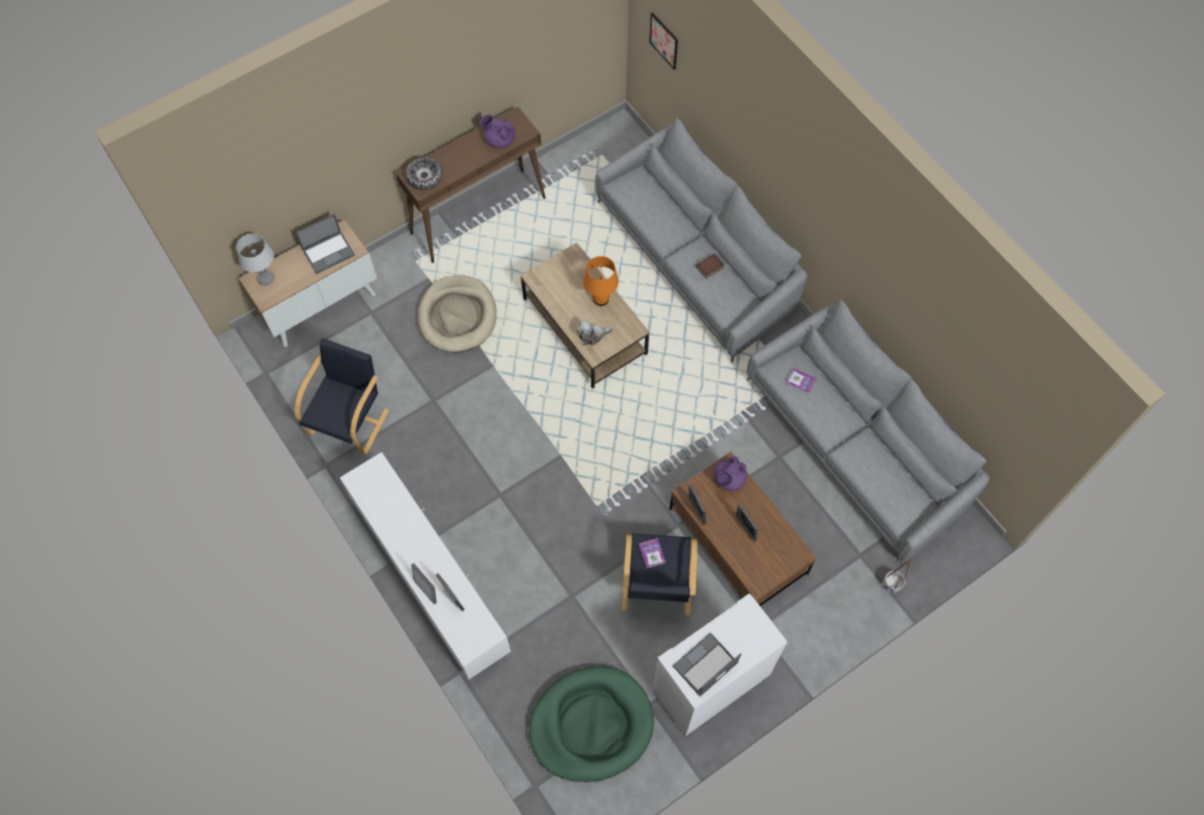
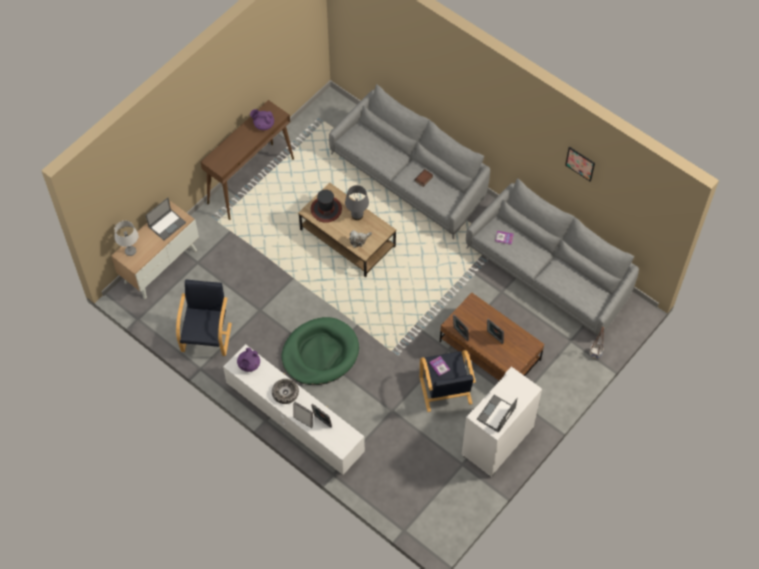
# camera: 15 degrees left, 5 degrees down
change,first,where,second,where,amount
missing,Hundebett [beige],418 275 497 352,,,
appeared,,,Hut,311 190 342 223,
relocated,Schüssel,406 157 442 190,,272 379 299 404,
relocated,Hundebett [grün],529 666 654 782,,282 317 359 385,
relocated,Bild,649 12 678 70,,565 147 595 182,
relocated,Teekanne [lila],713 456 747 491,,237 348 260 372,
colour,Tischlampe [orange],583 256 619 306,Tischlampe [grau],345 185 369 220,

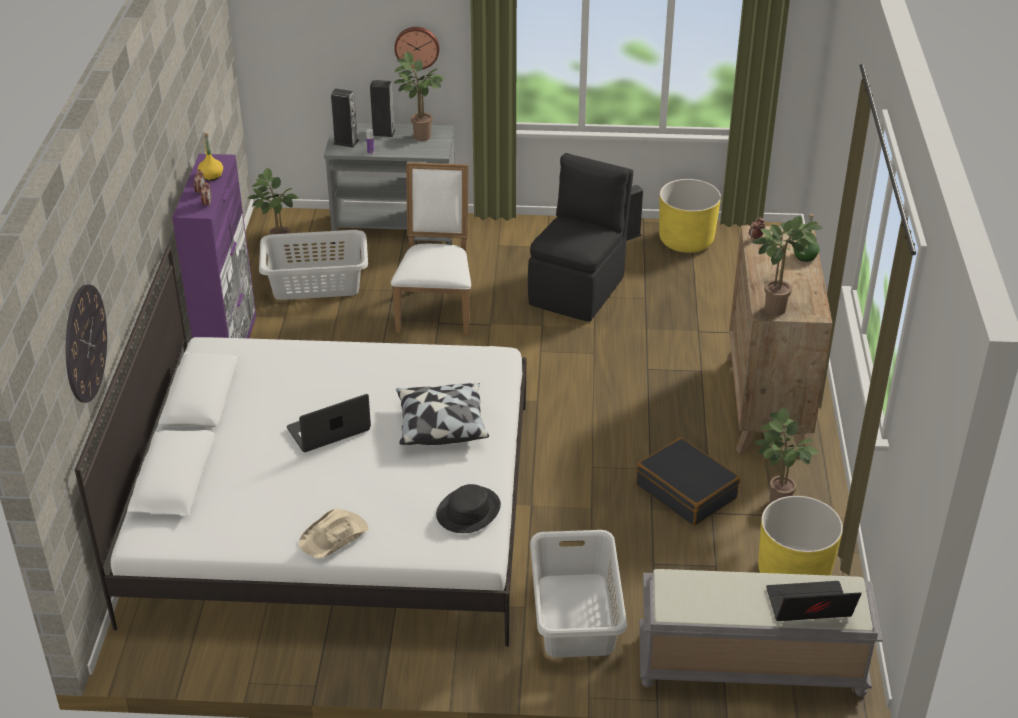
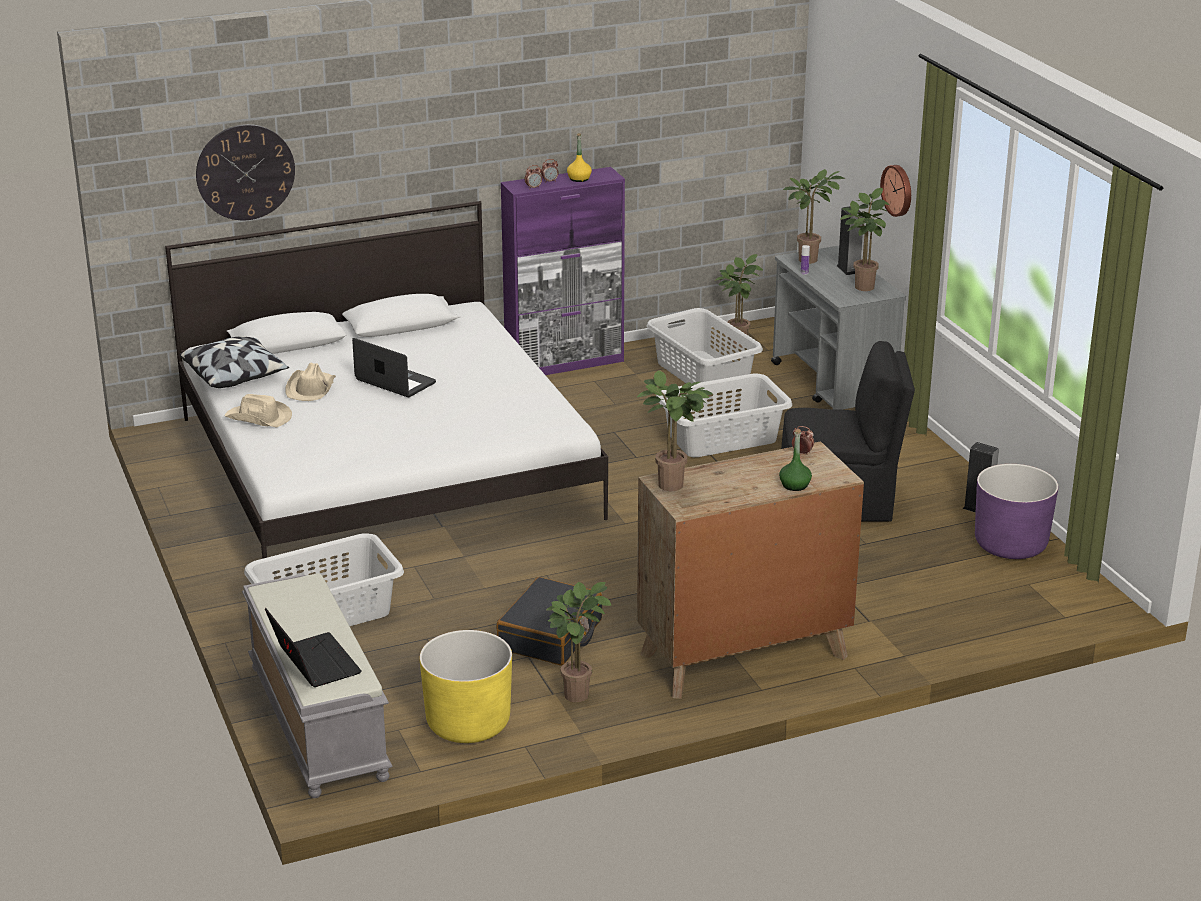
# camera: 65 degrees right, 10 degrees down
change,first,where,second,where,amount
missing,Hut [schwarz],436 484 501 533,,,
appeared,,,Hut [beige],285 363 336 401,
relocated,Kissen,396 383 489 445,,179 336 289 388,
exchanged,Lautsprecher,331 88 359 148,Topfpflanze,783 169 845 264,
exchanged,Stuhl [weiß],391 162 471 336,Wäschekorb [grau],656 374 792 457,
colour,Pflanzkübel [gelb],659 179 721 253,Pflanzkübel [lila],975 464 1058 559,

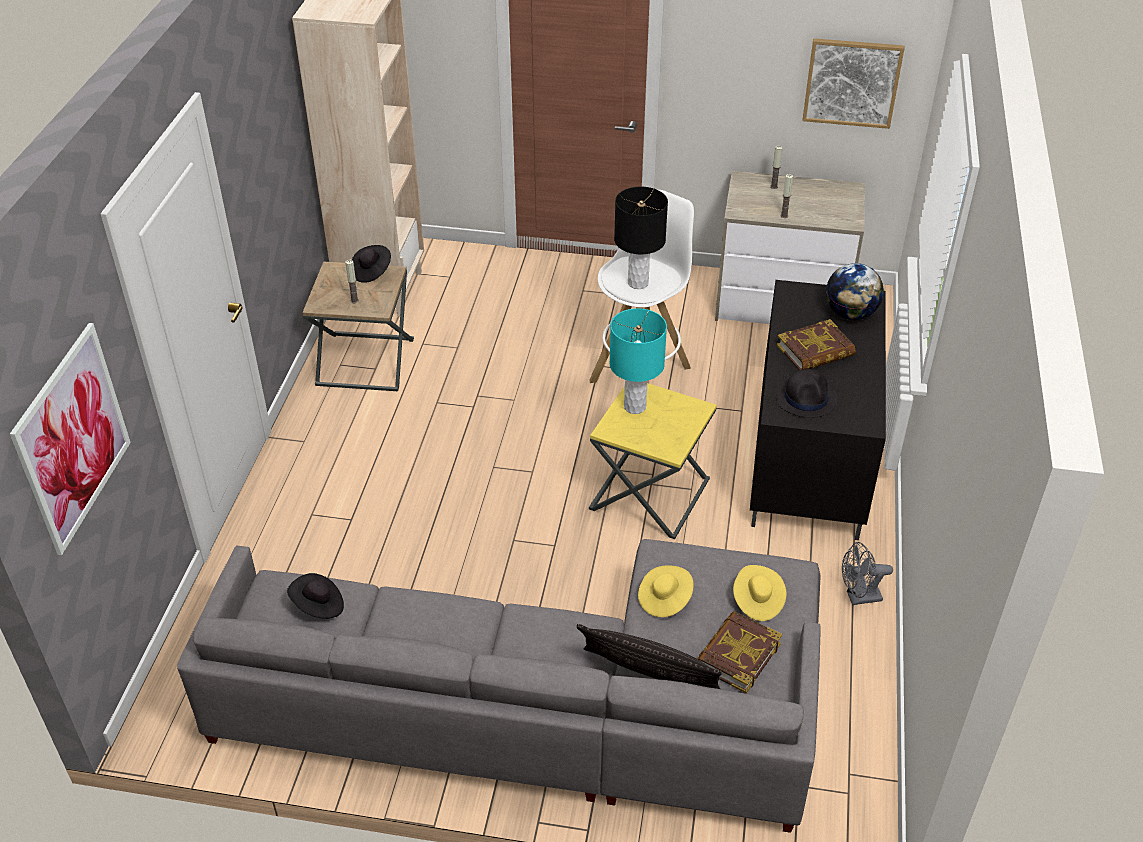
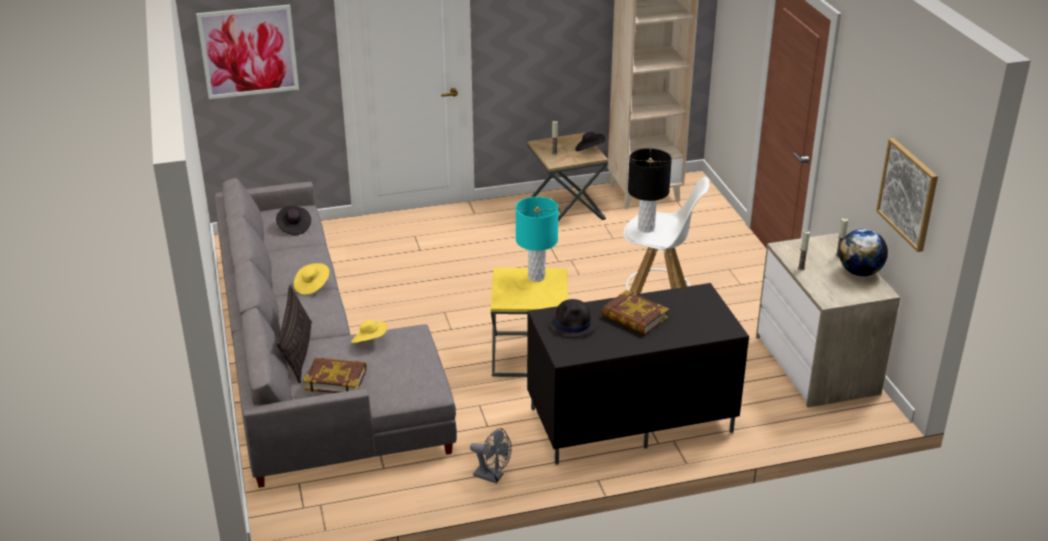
# camera: 65 degrees right, 10 degrees down
change,first,where,second,where,amount
relocated,Hut [gelb],733 565 787 621,,293 263 330 295,
relocated,Globus,826 263 884 320,,839 229 888 276,
spun,Ventilator [grau],842 542 893 605,,470 428 512 484,150 degrees clockwise

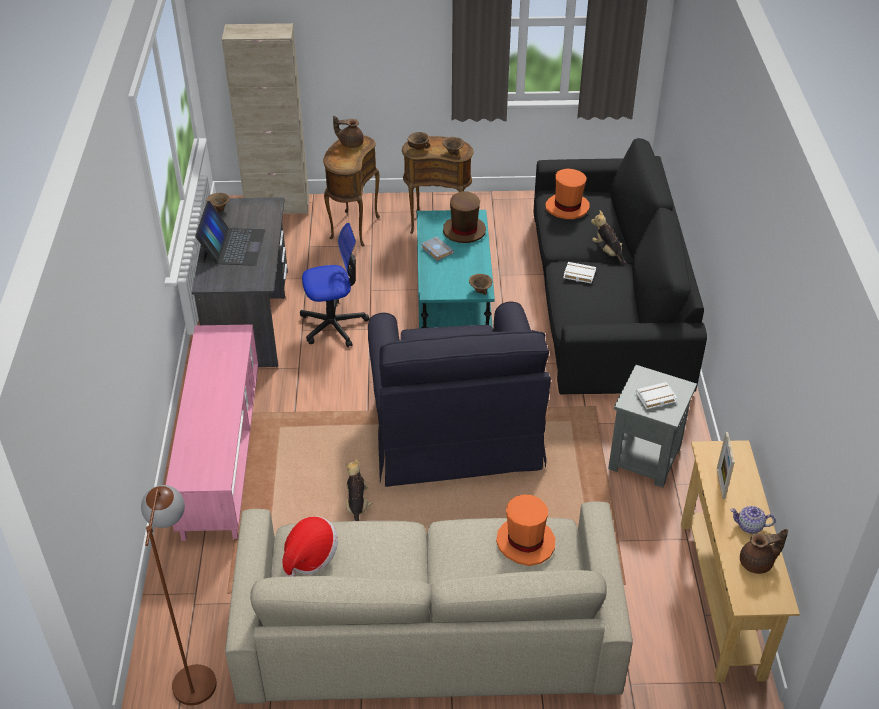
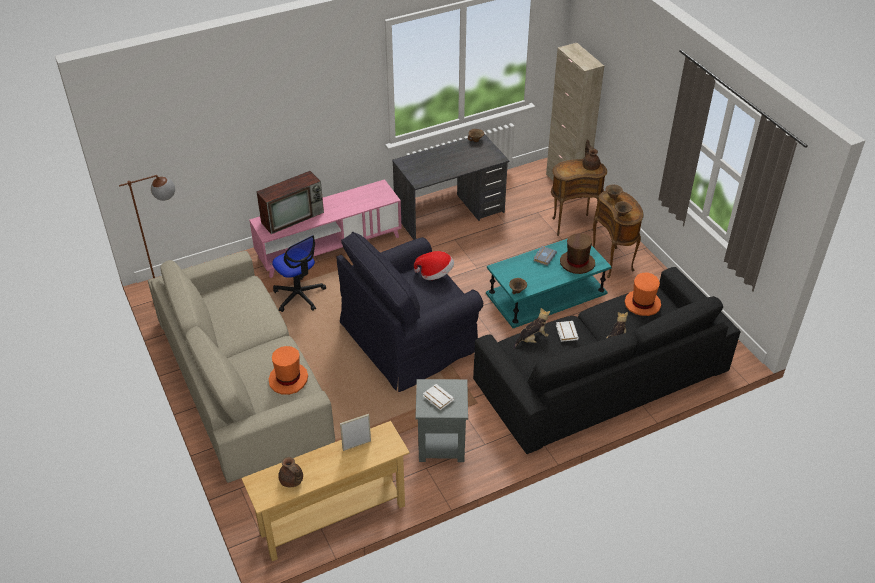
# camera: 65 degrees right, 0 degrees up
change,first,where,second,where,amount
missing,Laptop,195 201 265 266,,,
missing,Teekanne,731 506 776 534,,,
appeared,,,Fernseher,256 171 324 234,
relocated,Hut,282 516 338 577,,414 251 454 280,
relocated,Bürostuhl,300 223 369 347,,272 235 326 312,
relocated,Plüschtier,346 458 372 521,,514 308 550 349,

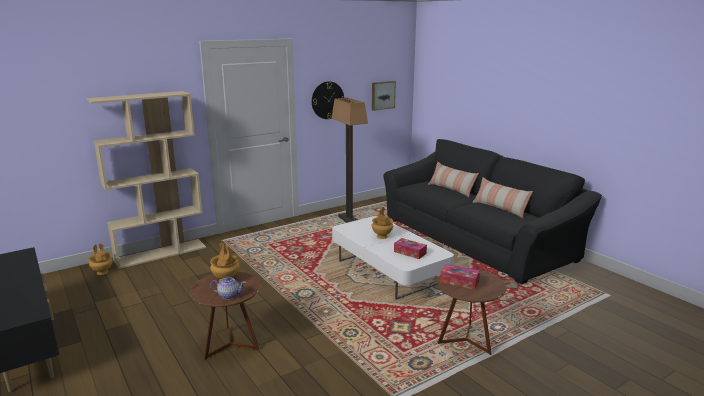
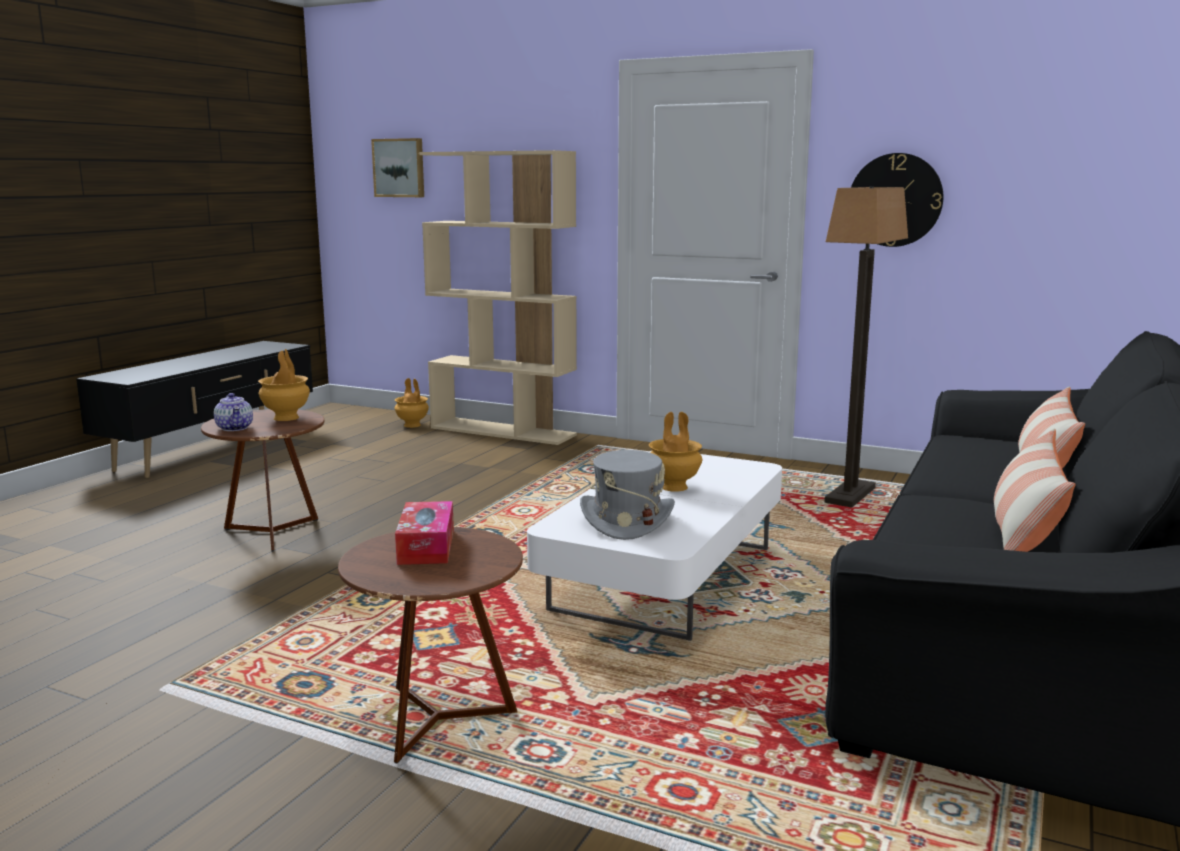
# camera: 60 degrees right, 5 degrees down
change,first,where,second,where,amount
relocated,Bild,372 81 396 111,,371 138 424 197,
exchanged,Taschentuchbox,394 238 427 259,Hut [grau],580 450 675 540,

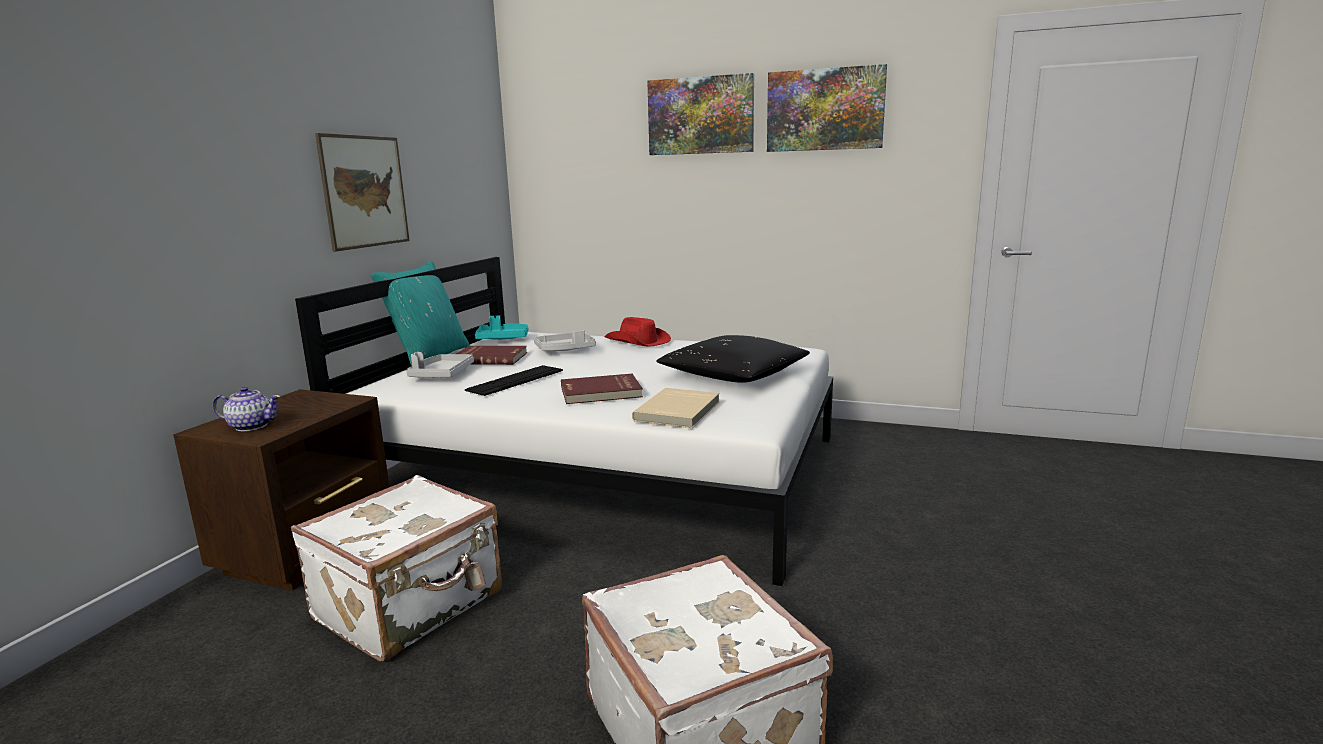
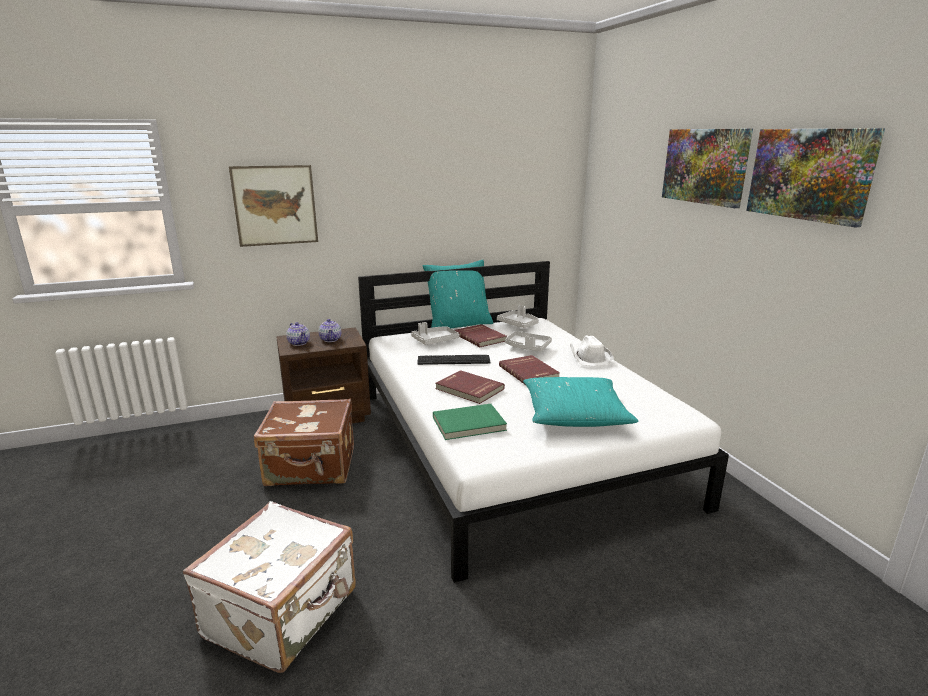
# camera: 50 degrees right, 5 degrees up
change,first,where,second,where,amount
appeared,,,Teekanne,318 319 341 342,
appeared,,,Buch [rot],499 355 560 384,
relocated,Bild,315 133 410 252,,229 165 318 247,
colour,Koffer [weiß],291 475 502 662,Koffer [braun],254 399 354 486,
colour,Tablett [türkis],475 315 528 340,Tablett [grau],497 305 539 328,
colour,Hut [rot],605 317 671 347,Hut [weiß],570 335 614 367,
colour,Buch [beige],632 388 720 428,Buch [grün],433 404 507 440,
colour,Kissen [schwarz],656 335 810 383,Kissen [türkis],523 377 639 427,

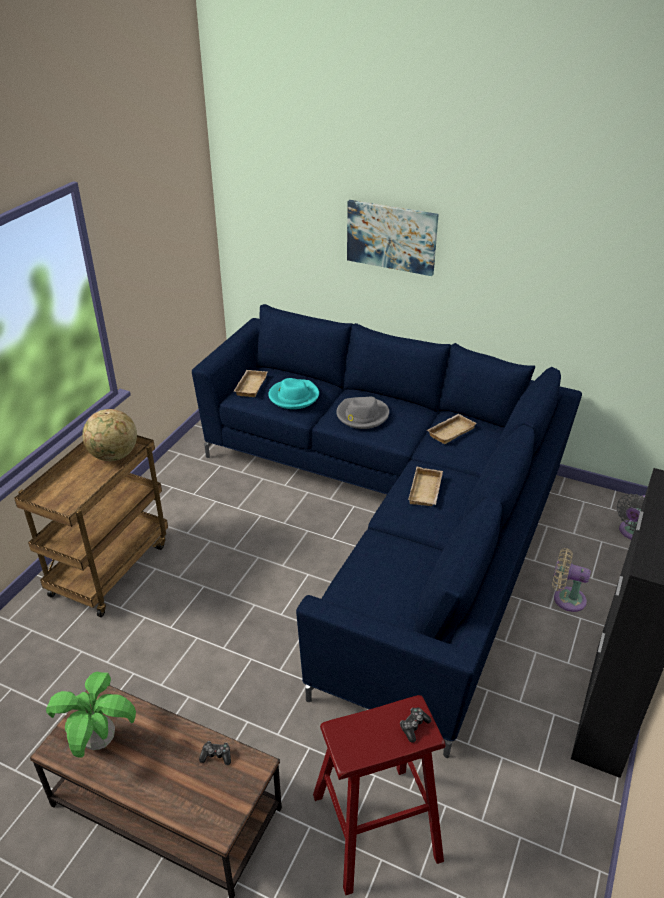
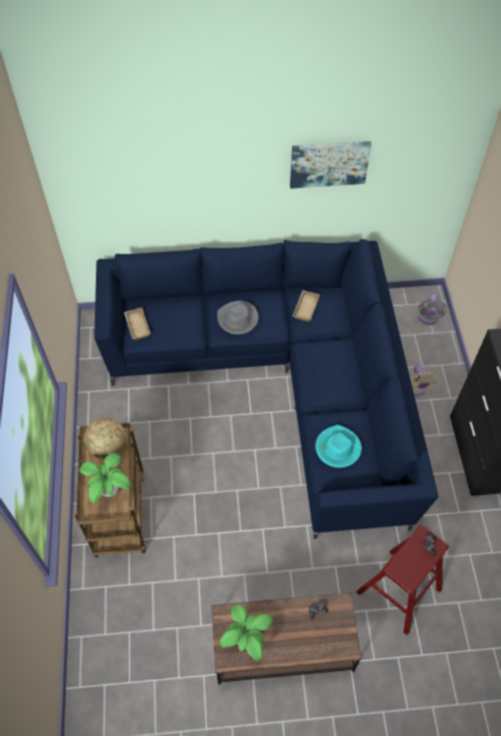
# camera: 30 degrees left, 20 degrees up
change,first,where,second,where,amount
missing,Tablett [beige],408 467 443 506,,,
appeared,,,Topfpflanze,80 453 131 504,
relocated,Hut [türkis],268 378 319 409,,315 425 362 468,
relocated,Bild,347 200 439 276,,290 141 372 189,
spun,Ventilator [beige],552 548 591 612,,410 365 437 396,90 degrees counterclockwise

